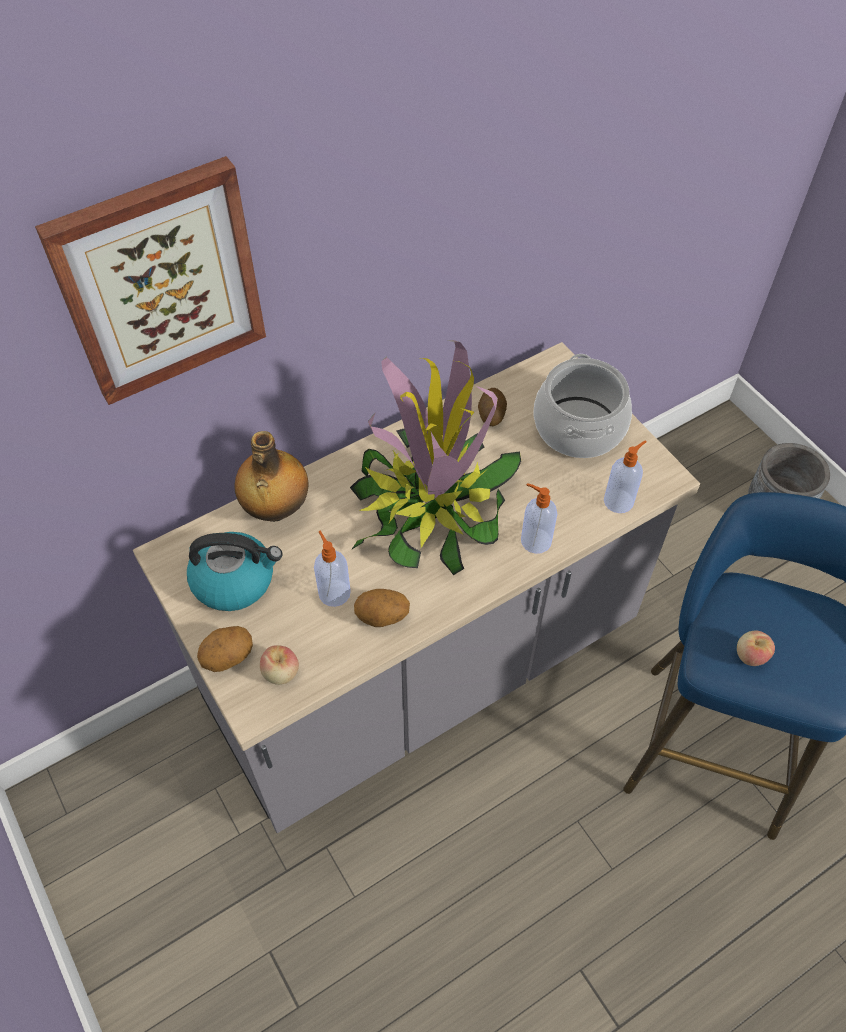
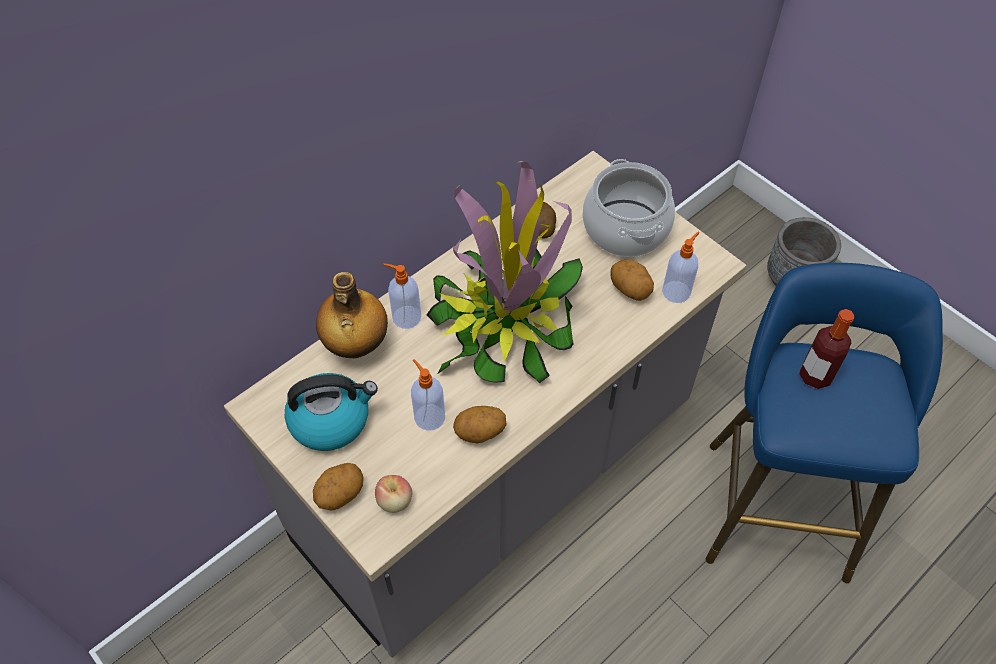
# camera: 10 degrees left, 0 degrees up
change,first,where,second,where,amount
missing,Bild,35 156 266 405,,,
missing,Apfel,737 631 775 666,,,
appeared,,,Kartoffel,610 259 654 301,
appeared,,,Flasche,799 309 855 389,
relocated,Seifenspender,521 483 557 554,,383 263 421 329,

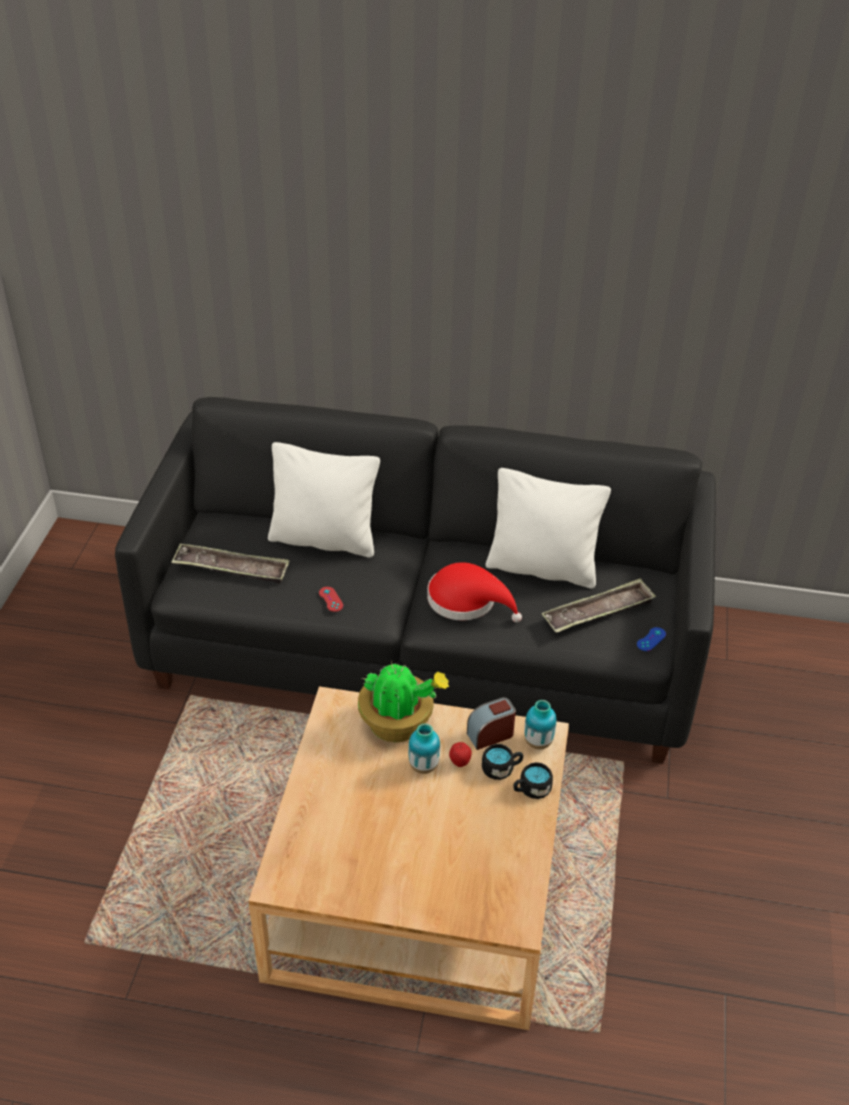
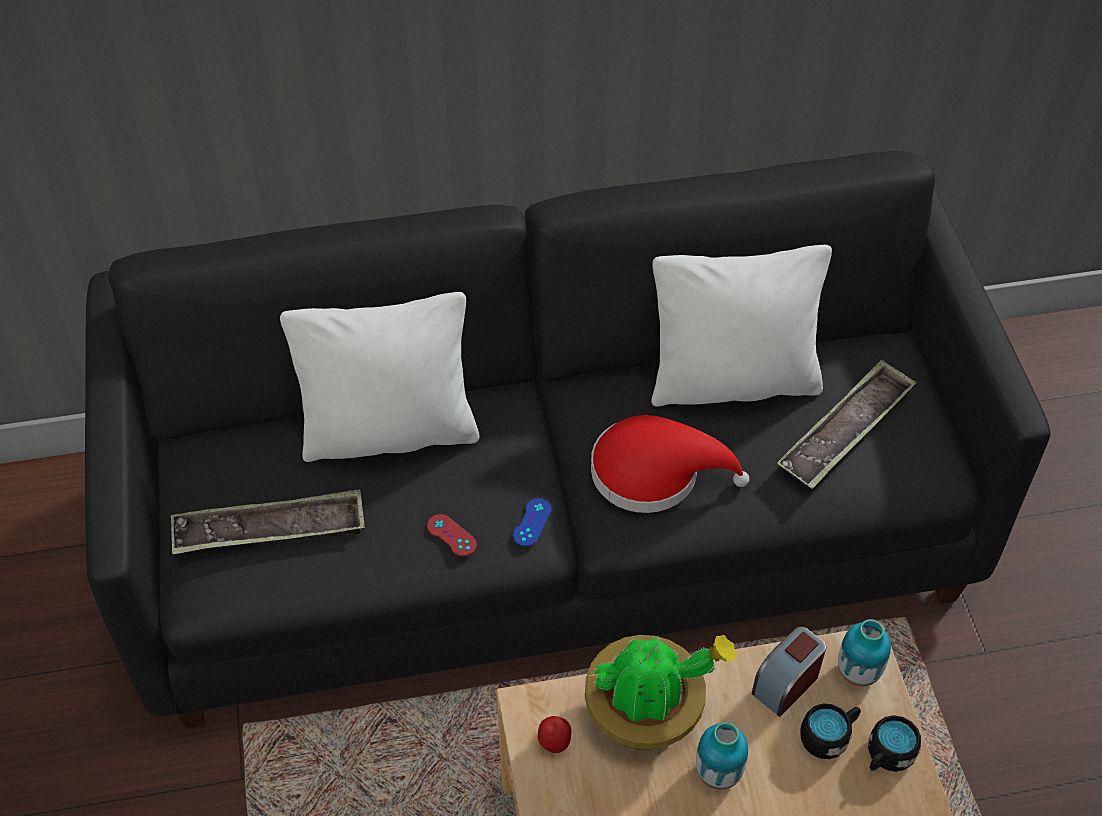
# camera: 20 degrees left, 10 degrees up
change,first,where,second,where,amount
relocated,Apfel,449 742 472 767,,538 716 571 753,
relocated,Gamepad [blau],637 627 666 651,,513 498 552 546,

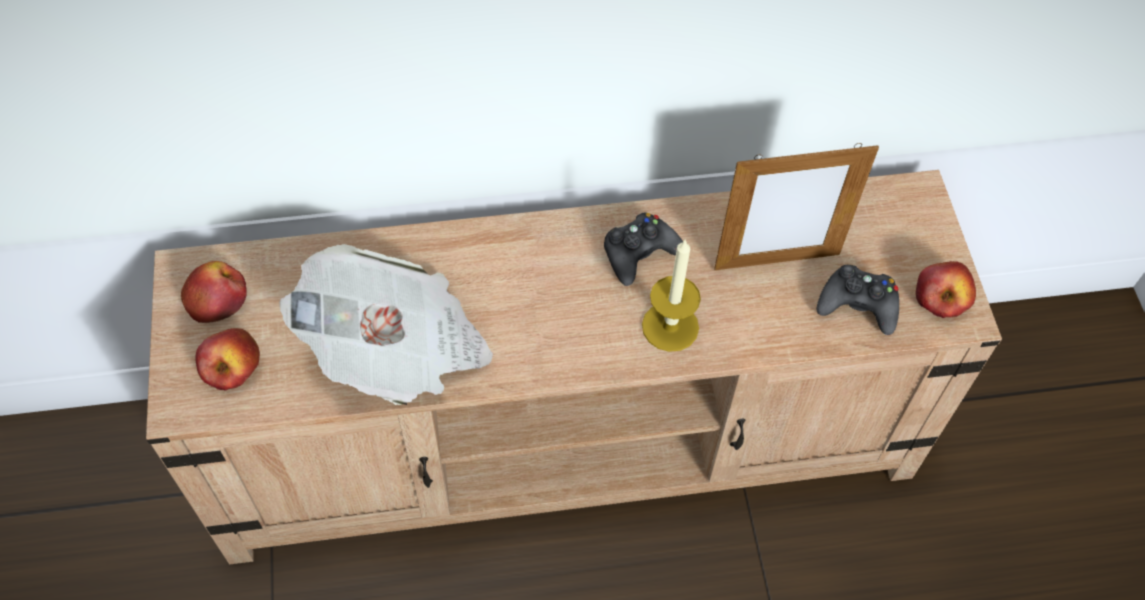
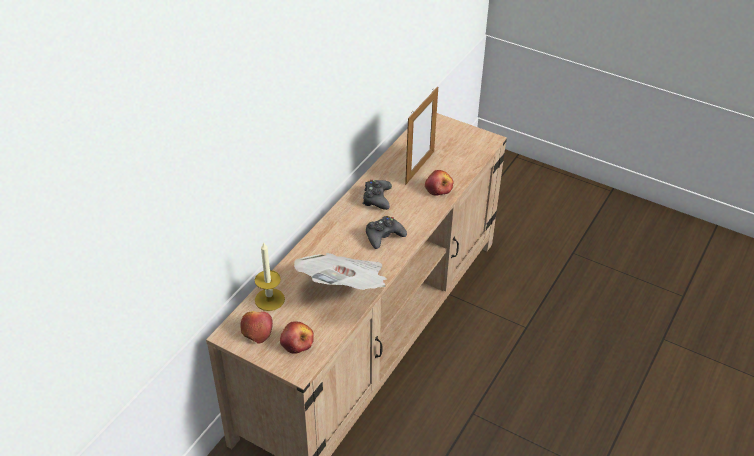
# camera: 50 degrees left, 15 degrees down
change,first,where,second,where,amount
relocated,Kerze,642 239 701 352,,255 242 285 311,
relocated,Gamepad [schwarz],816 265 899 335,,366 216 407 249,
relocated,Apfel,916 261 976 318,,425 170 454 196,

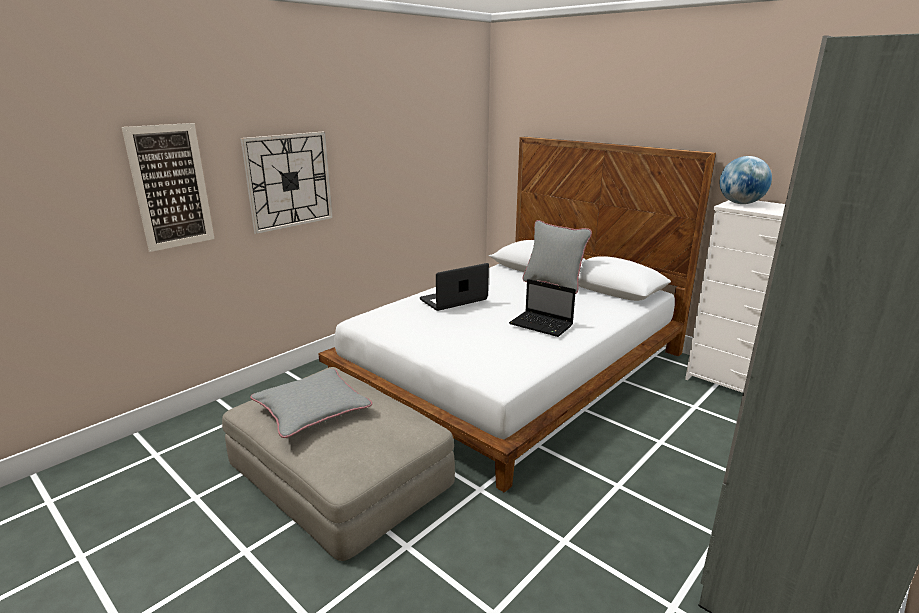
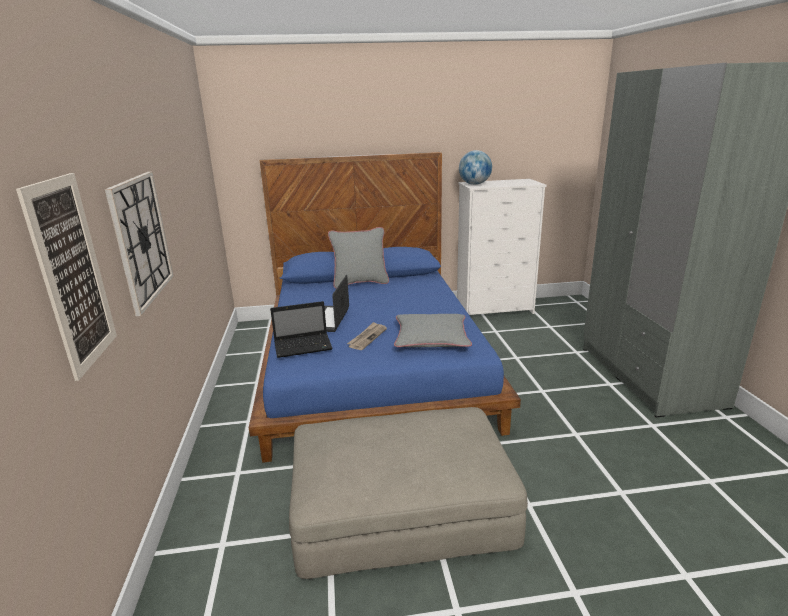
# camera: 50 degrees left, 0 degrees up
change,first,where,second,where,amount
appeared,,,Zeitung,347 322 387 350,
relocated,Kissen [grau],250 369 372 438,,394 314 472 347,
relocated,Laptop,509 279 576 337,,270 301 333 358,
colour,Bett [weiß],318 137 716 493,Bett [blau],249 152 521 463,

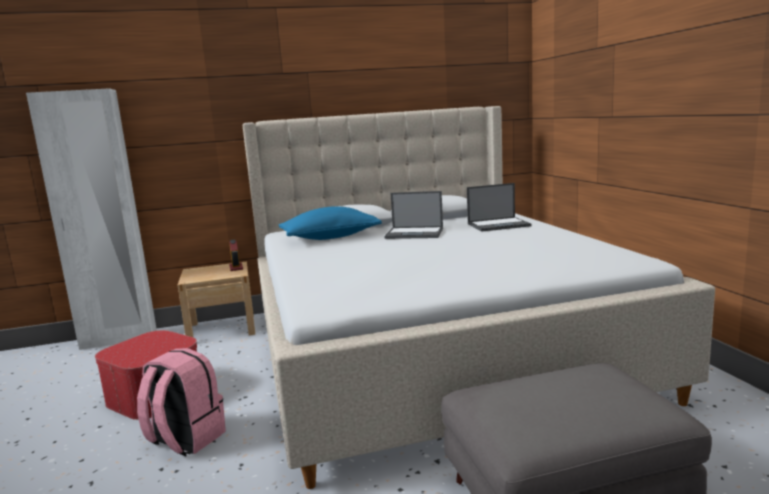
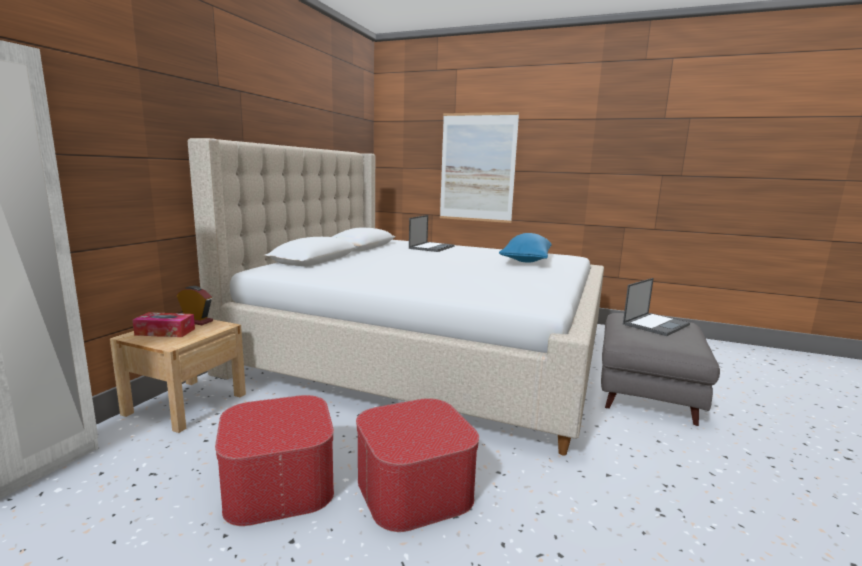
# camera: 55 degrees left, 0 degrees up
change,first,where,second,where,amount
appeared,,,Taschentuchbox,133 312 195 337,
appeared,,,Bild,440 112 519 223,
relocated,Kissen [blau],279 206 382 240,,499 233 552 263,
relocated,Laptop,385 191 443 239,,623 278 690 336,
exchanged,Rucksack [rosa],137 348 226 456,Polsterhocker,356 398 479 532,

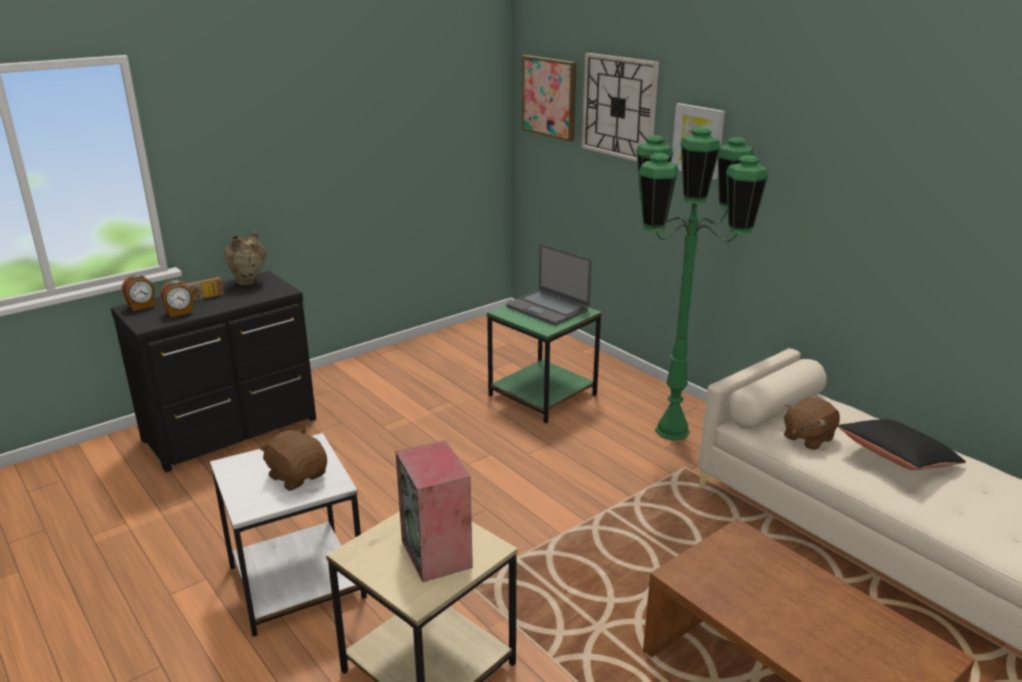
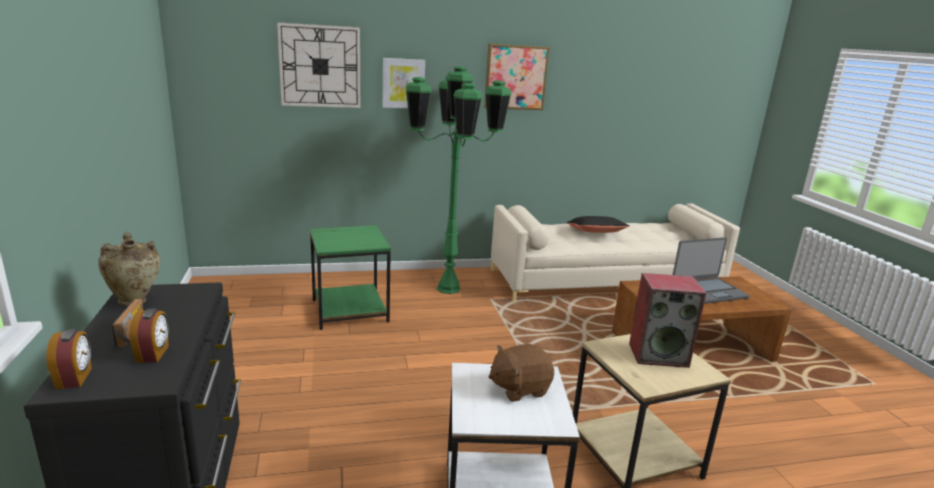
# camera: 65 degrees left, 5 degrees down
change,first,where,second,where,amount
missing,Plüschtier [braun],784 397 840 450,,,
relocated,Laptop,506 244 592 325,,673 237 750 304,
relocated,Bild,522 55 577 142,,484 44 550 110,

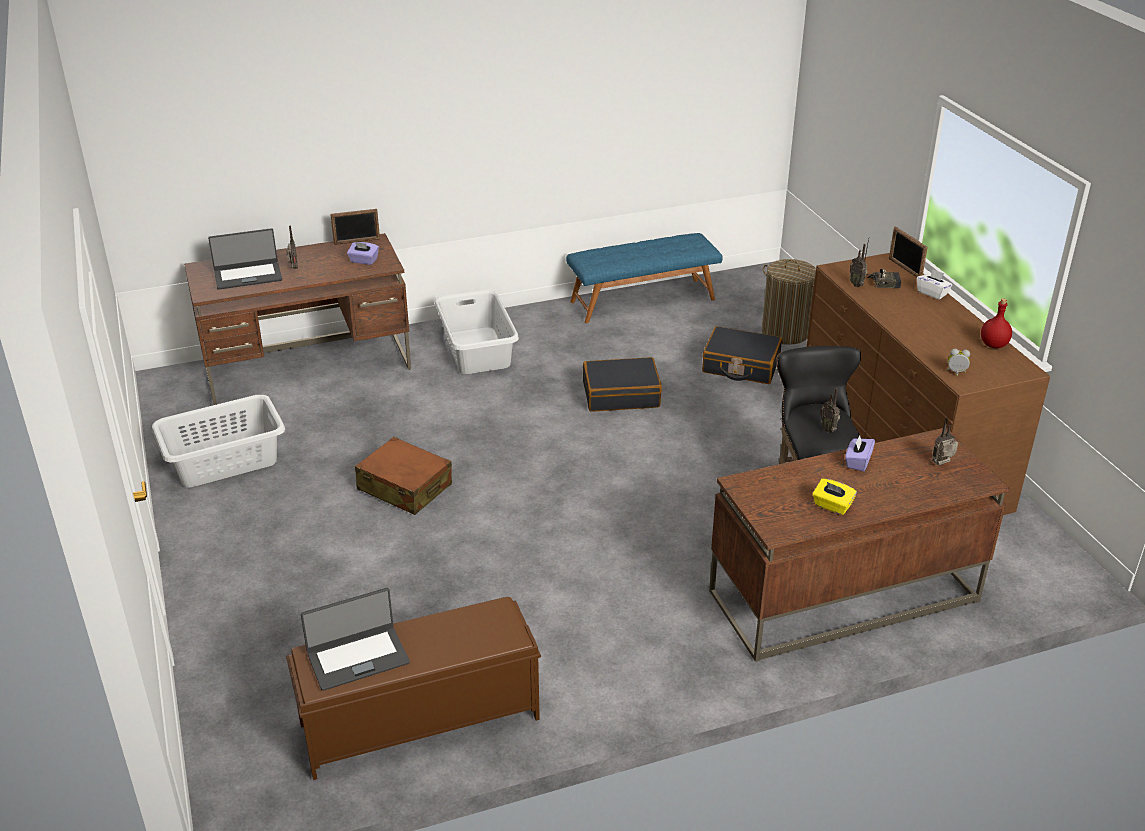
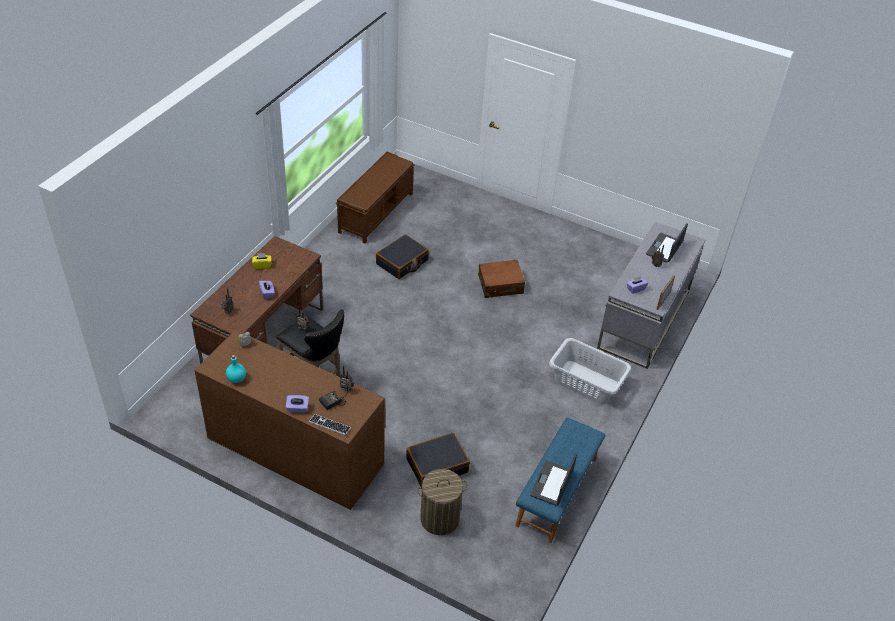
# camera: 135 degrees right, 10 degrees up
change,first,where,second,where,amount
missing,Wäschekorb [grau],152 395 285 488,,,
relocated,Laptop,301 588 410 691,,530 453 577 506,
relocated,Koffer [schwarz],583 357 662 411,,376 234 429 279,
exchanged,Bilderrahmen,889 227 928 277,Tastatur,309 414 351 435,
colour,Schreibtisch [braun],184 233 411 405,Schreibtisch [grau],597 222 705 369,
colour,Taschentuchbox [weiß],917 269 952 300,Taschentuchbox [lila],286 395 309 413,
colour,Flasche [rot],981 298 1012 348,Flasche [türkis],226 355 246 383,

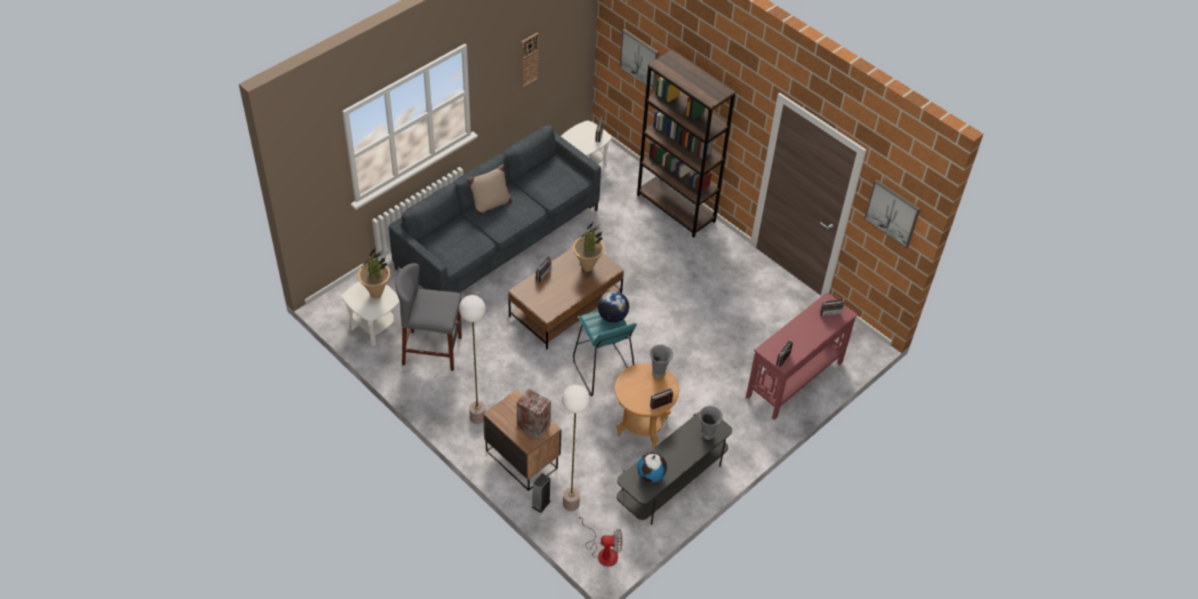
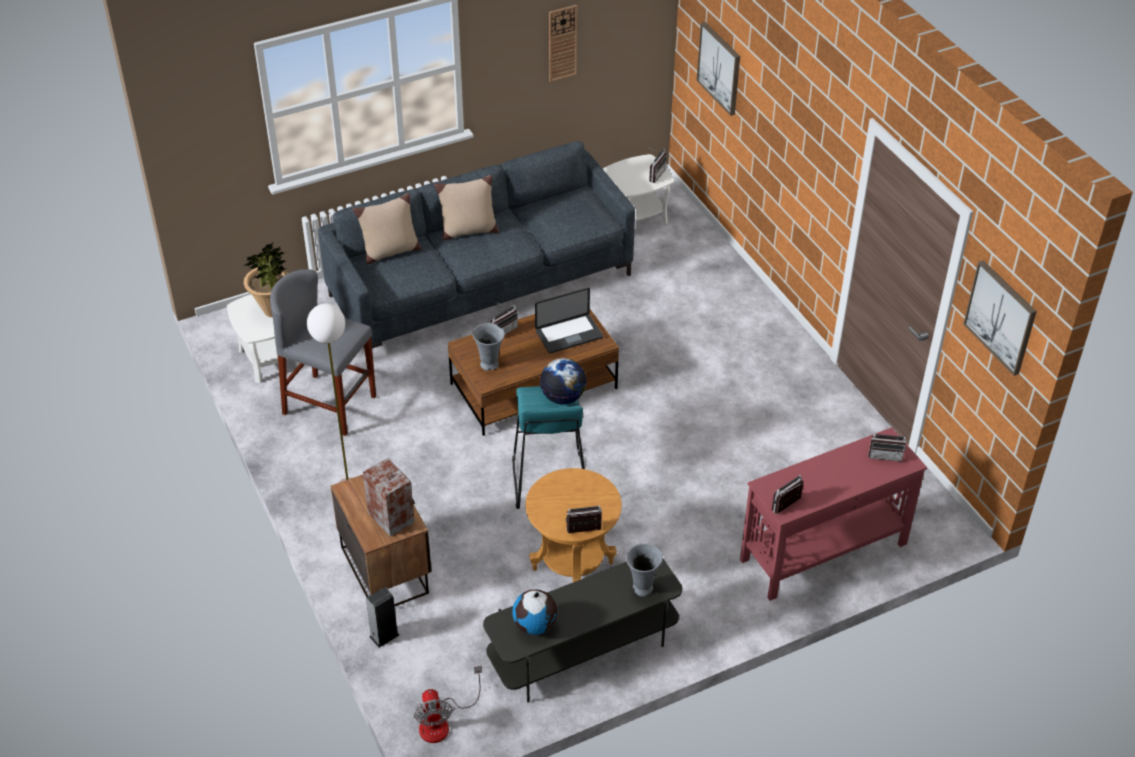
# camera: 20 degrees right, 5 degrees down
change,first,where,second,where,amount
missing,Stehlampe,562 385 590 511,,,
missing,Bücherregal [braun],637 49 736 238,,,
appeared,,,Kissen [beige],353 193 421 264,
relocated,Vase [grau],650 345 674 378,,473 323 505 371,
exchanged,Topfpflanze,573 223 605 272,Laptop,535 288 603 353,
spun,Ventilator,579 517 622 566,,414 666 482 743,60 degrees clockwise

